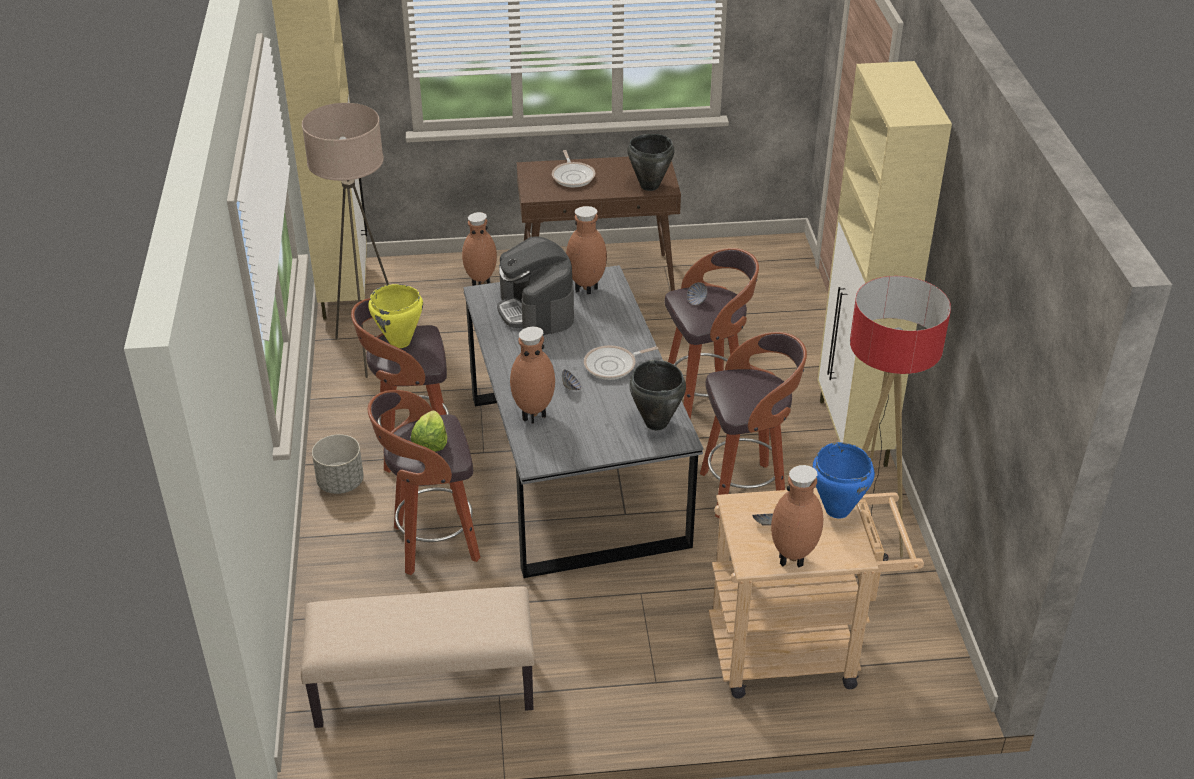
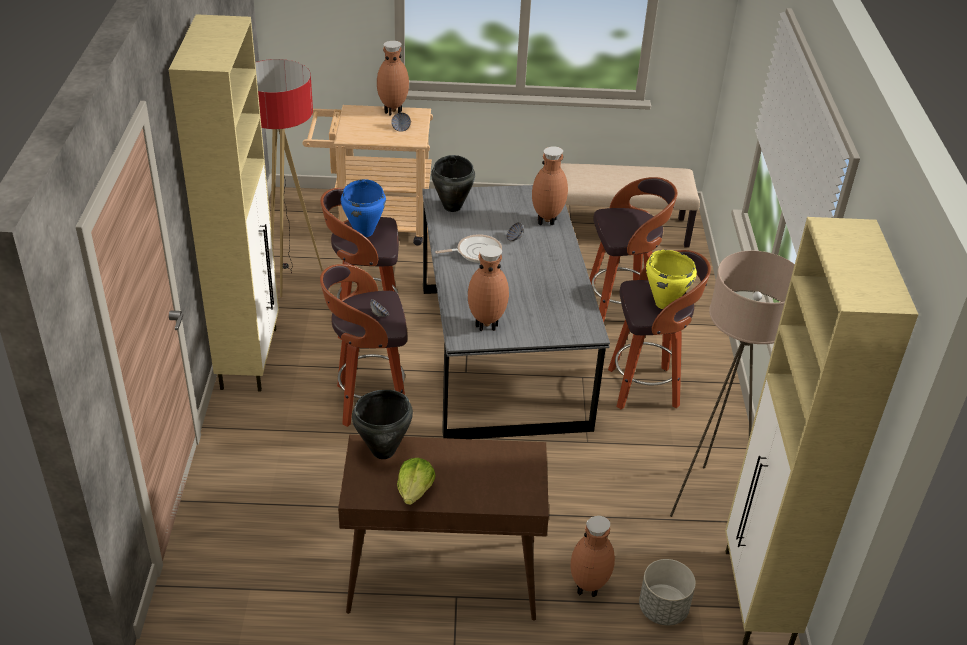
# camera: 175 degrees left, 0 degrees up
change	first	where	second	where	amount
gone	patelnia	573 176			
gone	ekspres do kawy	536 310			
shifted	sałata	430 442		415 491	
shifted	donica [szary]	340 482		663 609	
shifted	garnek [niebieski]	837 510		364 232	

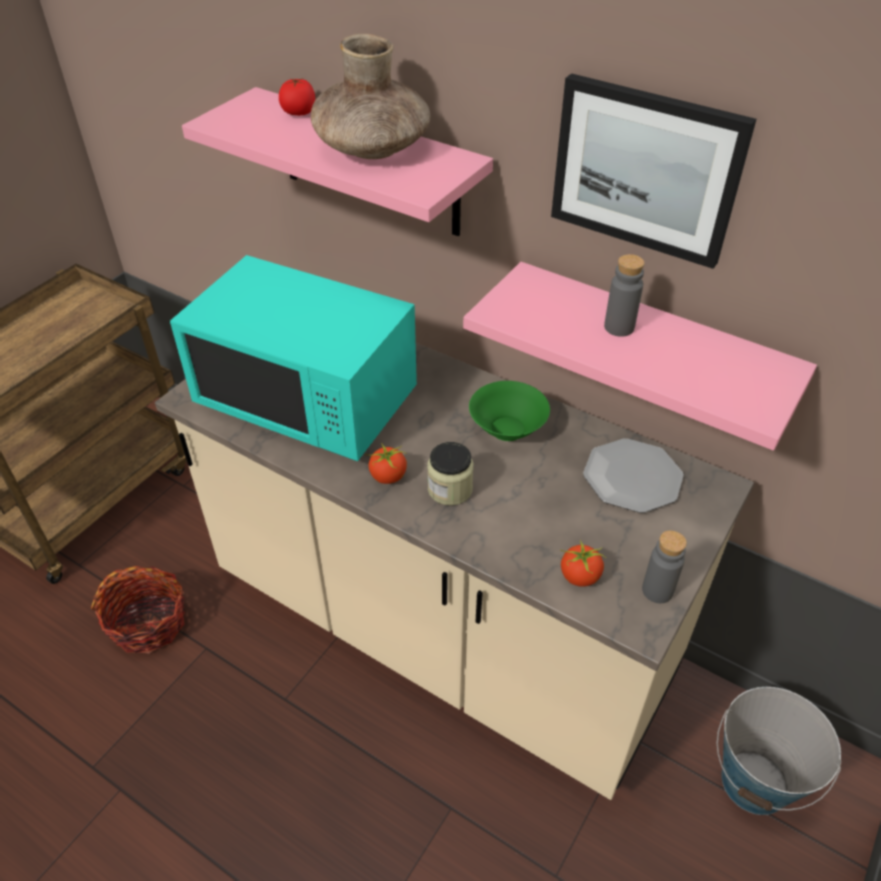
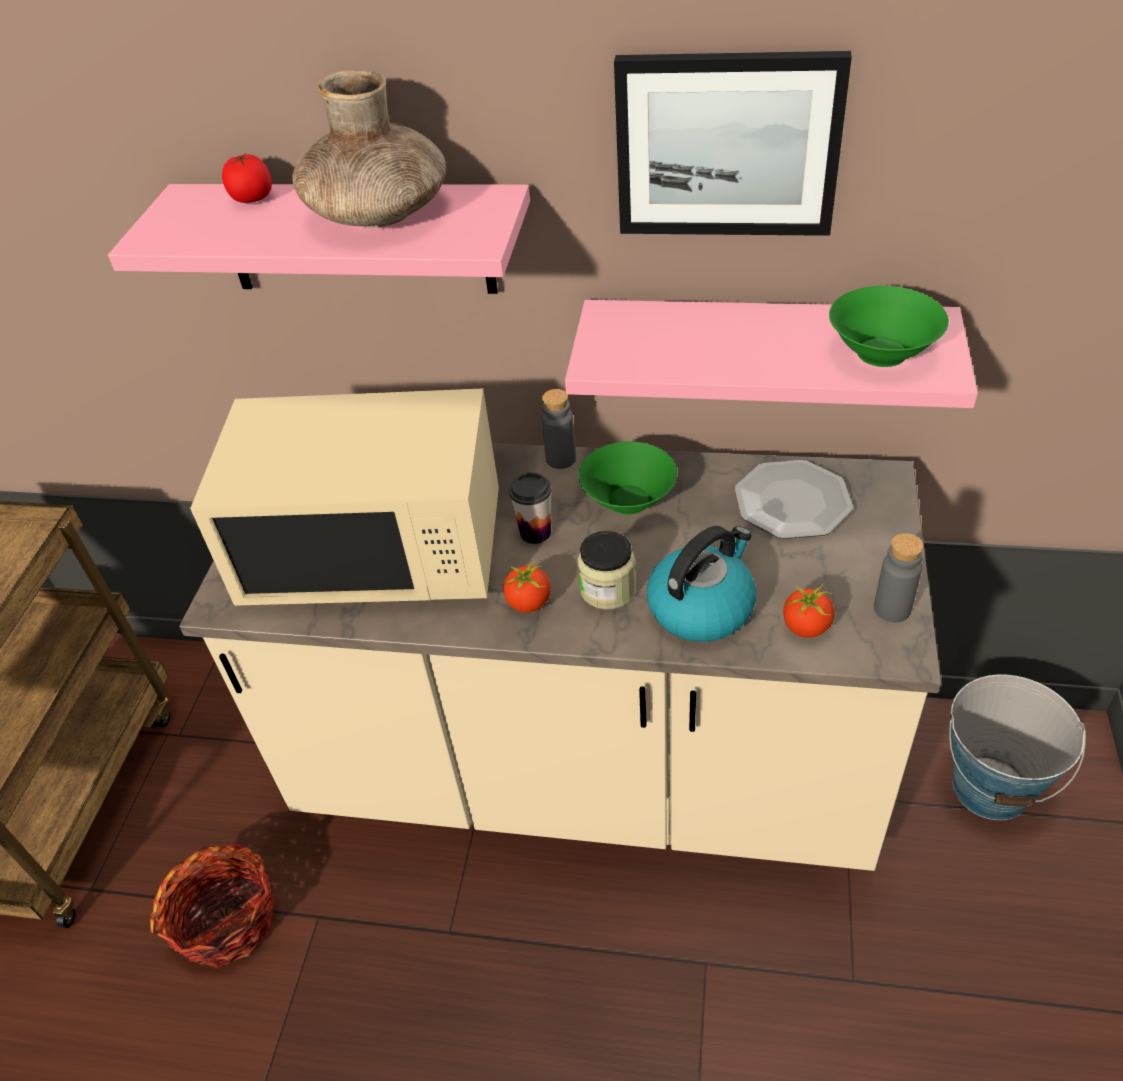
# camera: 20 degrees left, 0 degrees up
change	first	where	second	where	amount
shifted	butelka [szary]	619 327		561 459	
repainted	mikrofalówka [turkusowy]	308 400	mikrofalówka [beżowy]	376 552	
new			miska [zielony]	883 352	
new			filiżanka	535 532	
new			czajnik	701 607	

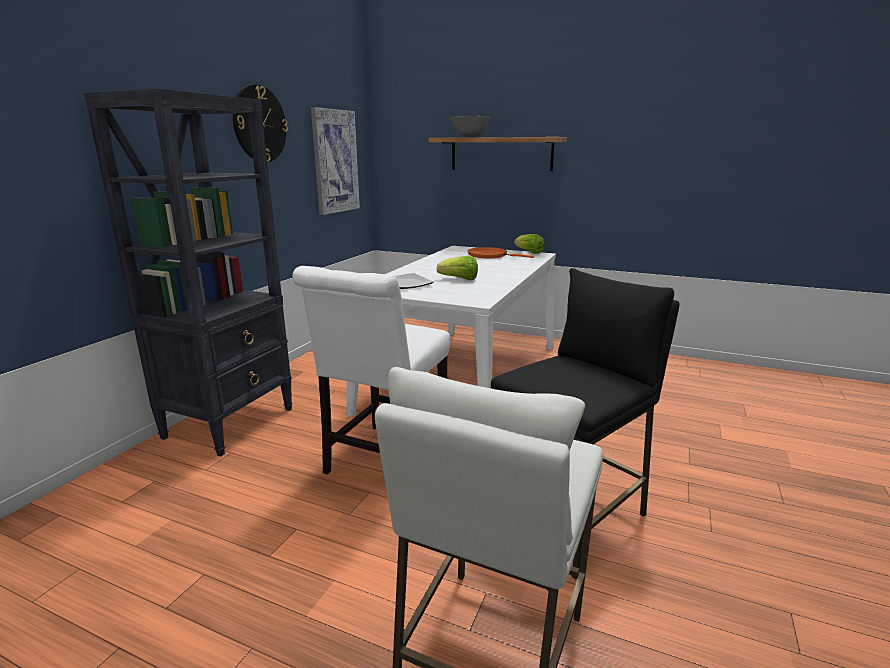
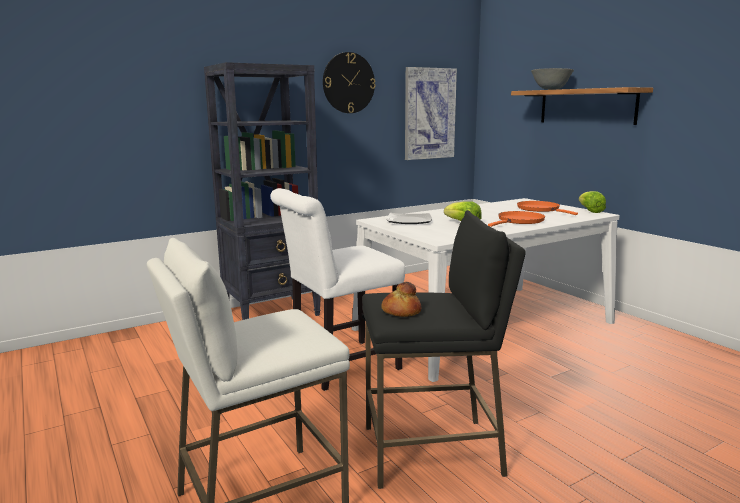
# camera: 35 degrees right, 5 degrees down
change	first	where	second	where	amount
new			patelnia [pomarańczowy]	519 221	
new			chleb	401 311	

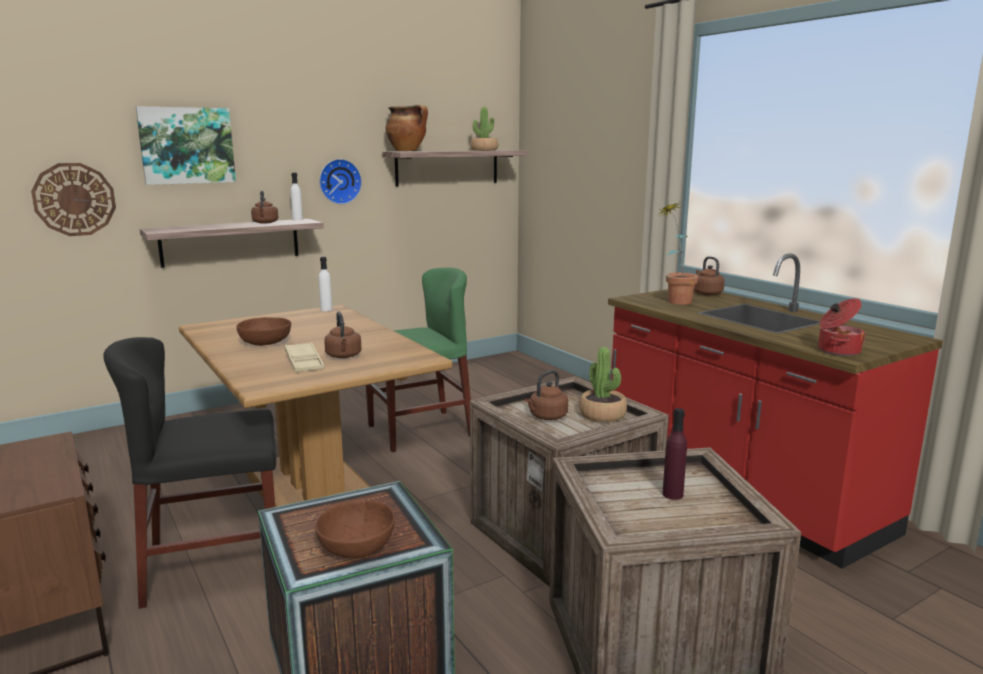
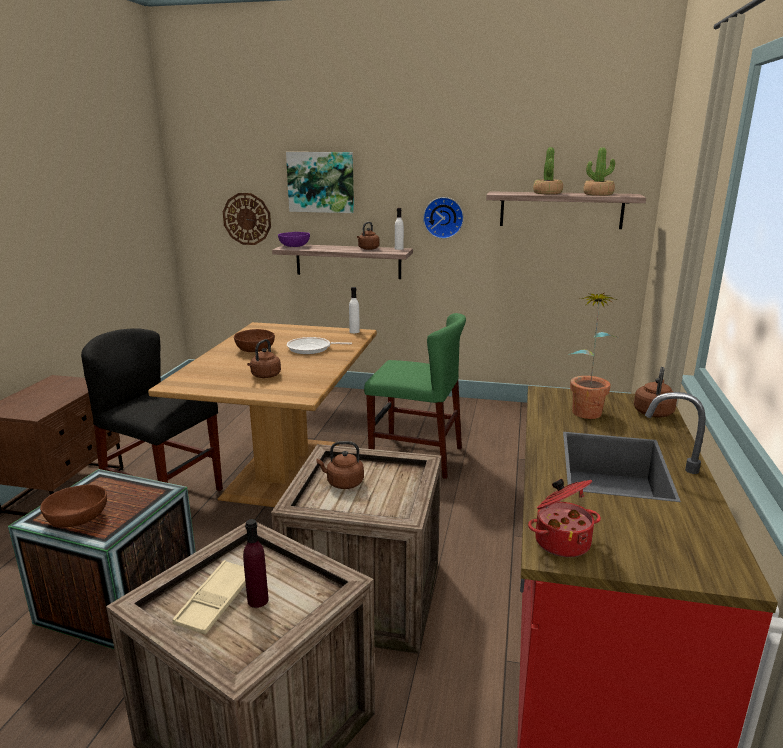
# camera: 45 degrees right, 5 degrees up
change	first	where	second	where	amount
gone	garnek	407 151			
shifted	taca [beżowy]	304 362		216 601	
shifted	roślina doniczkowa	602 415		547 193	
new			miska [fioletowy]	294 246	
new			patelnia	311 349	

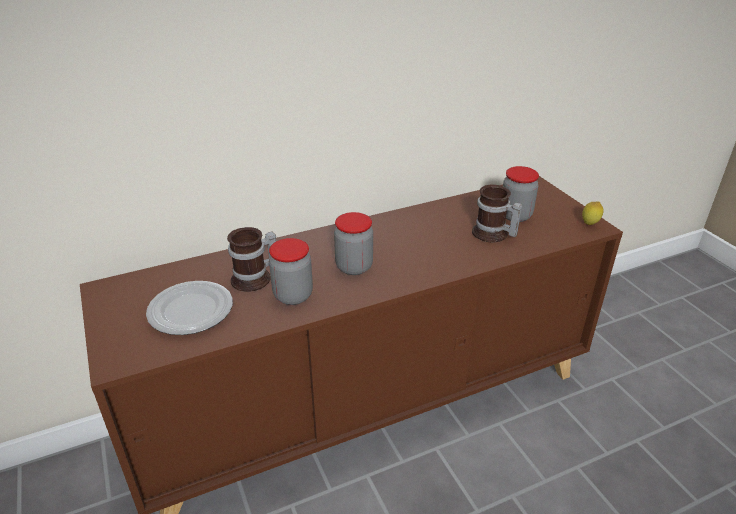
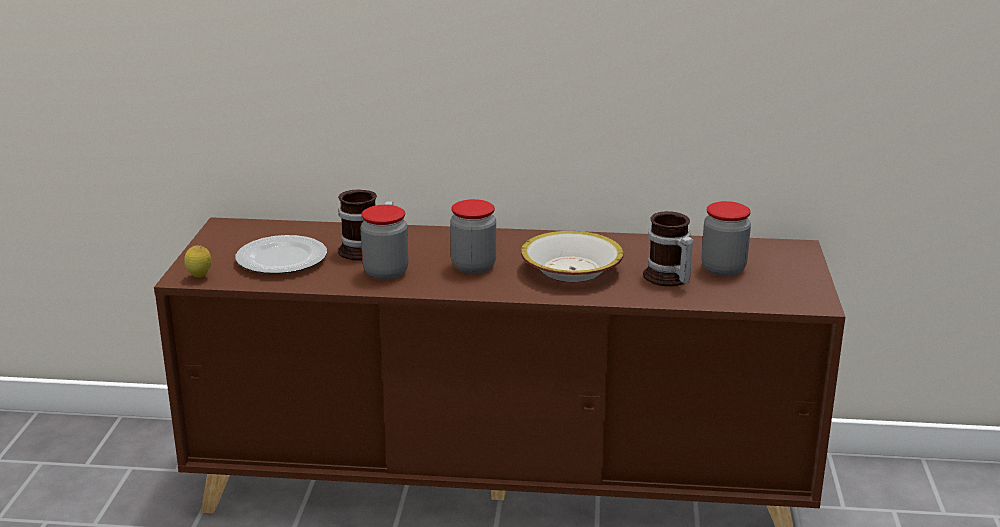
# camera: 30 degrees right, 10 degrees down
change	first	where	second	where	amount
shifted	cytryna	589 224		199 277	
new			miska	572 270	

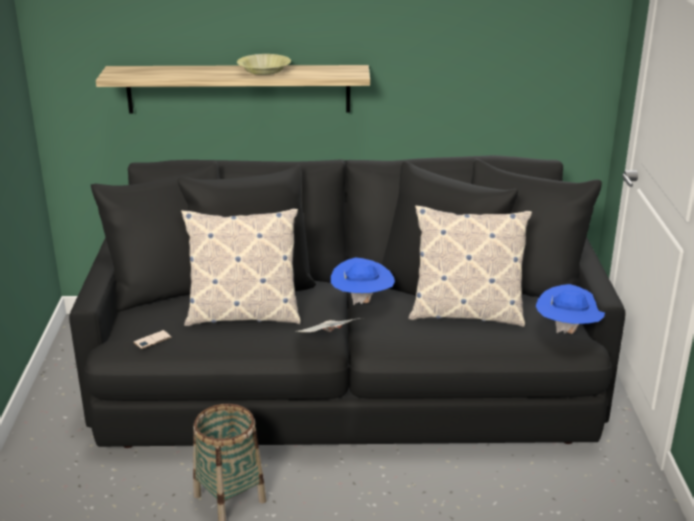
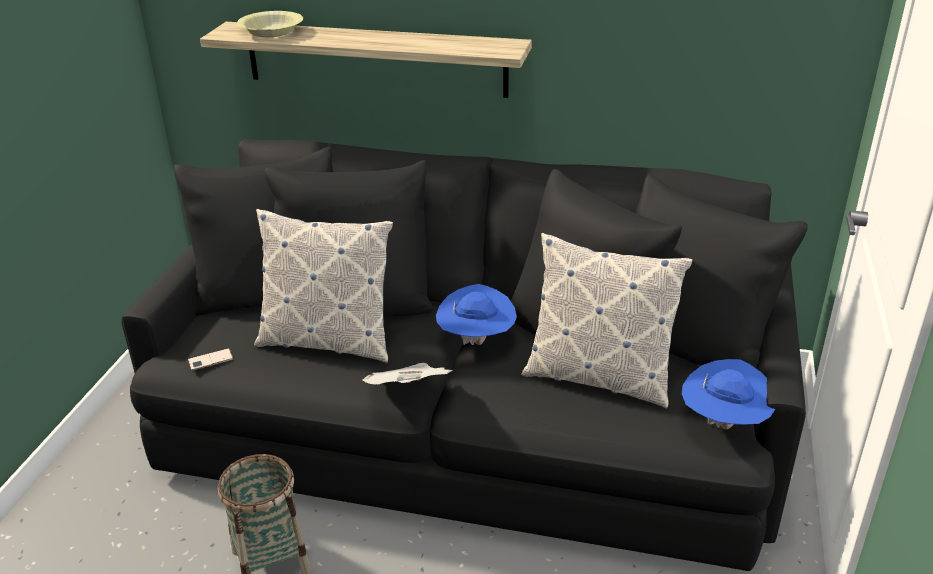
# camera: 15 degrees right, 5 degrees up
change	first	where	second	where	amount
shifted	miska [żółty]	264 71		272 32	

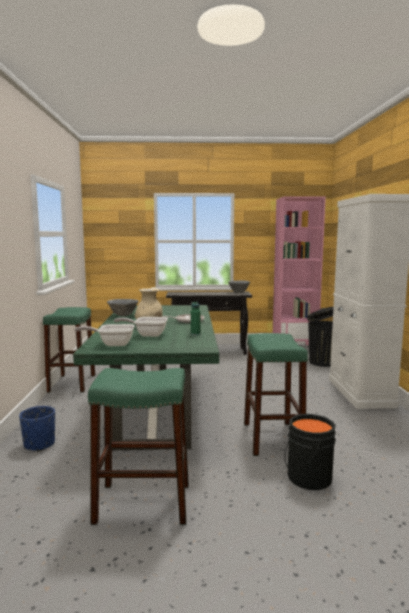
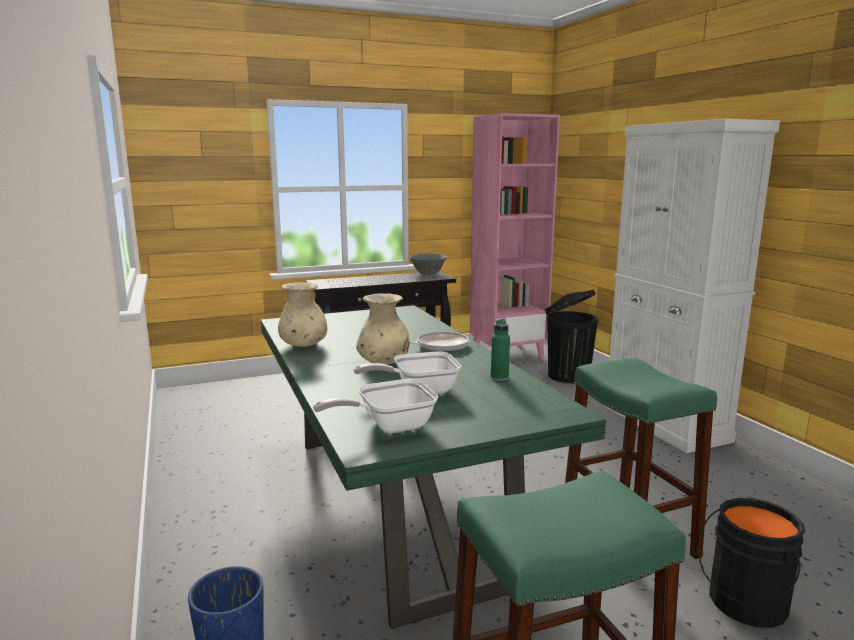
# camera: 20 degrees left, 5 degrees up
change	first	where	second	where	amount
swapped	miska [szary]	123 315	wazon [beżowy]	303 345	
gone	stołek [zielony]	72 383			

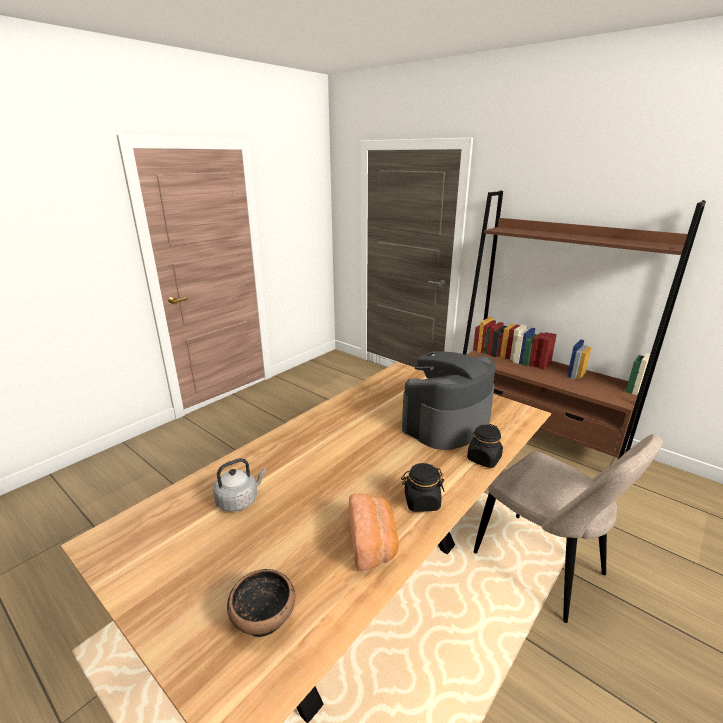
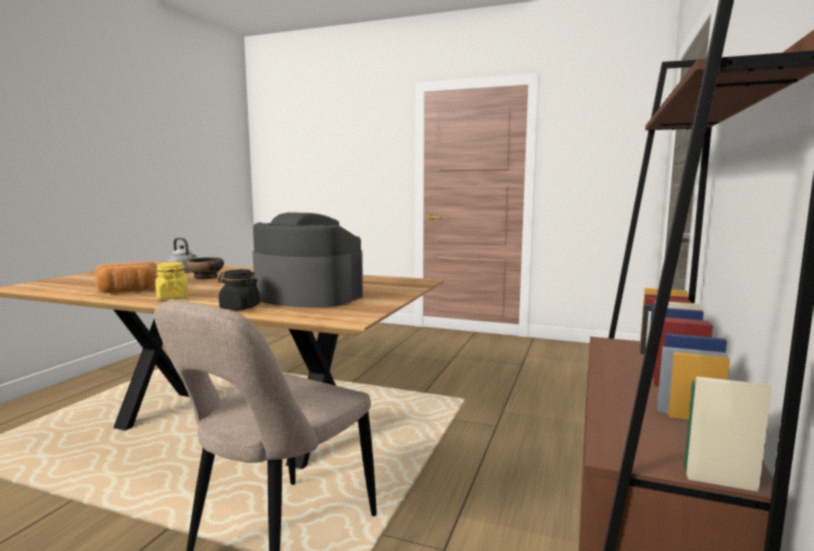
# camera: 70 degrees right, 15 degrees down
change	first	where	second	where	amount
repainted	słoik [czarny]	421 502	słoik [żółty]	172 297	
shifted	miska	264 617		206 277	

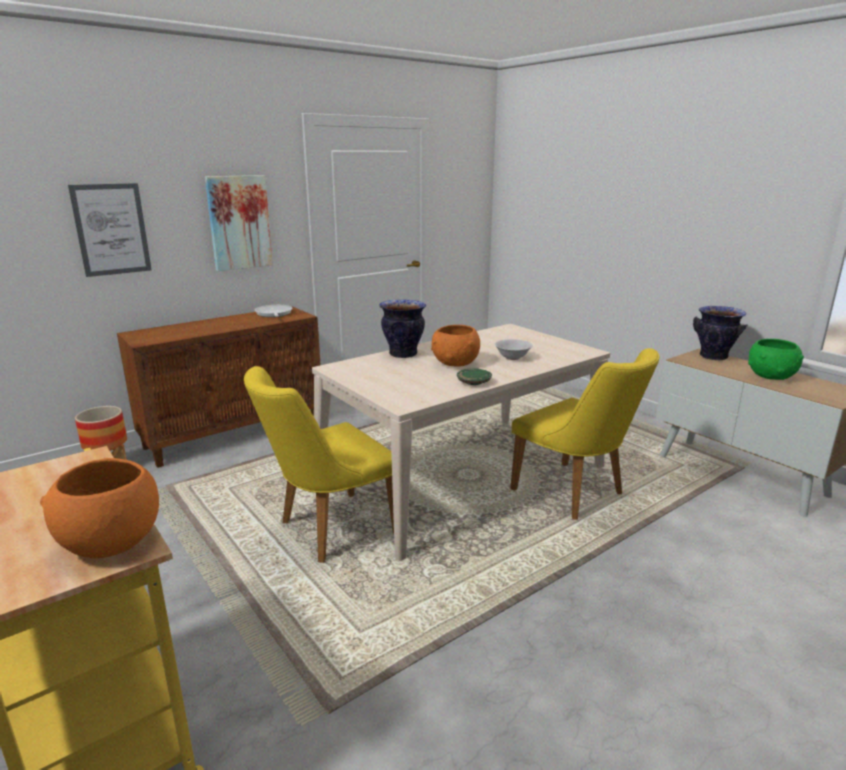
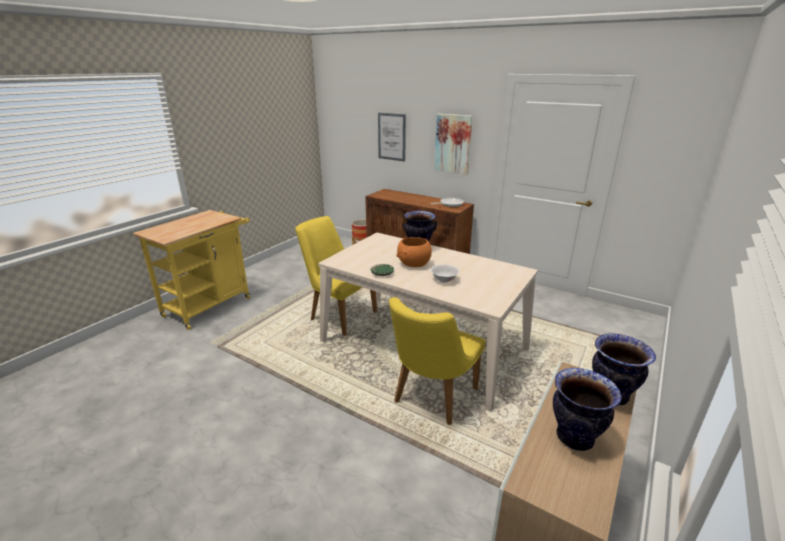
# camera: 70 degrees right, 5 degrees up
change	first	where	second	where	amount
swapped	miska [zielony]	771 377	wazon	575 438	
gone	miska [pomarańczowy]	109 541			

